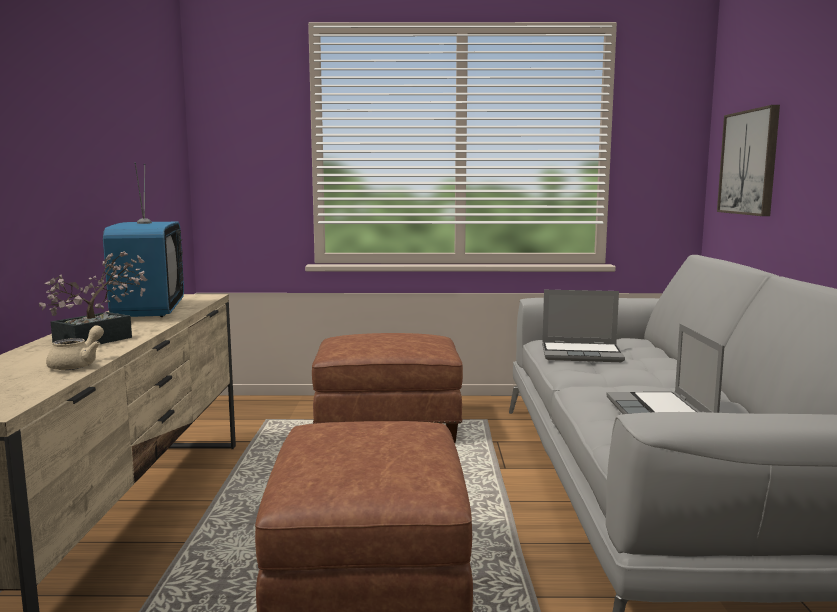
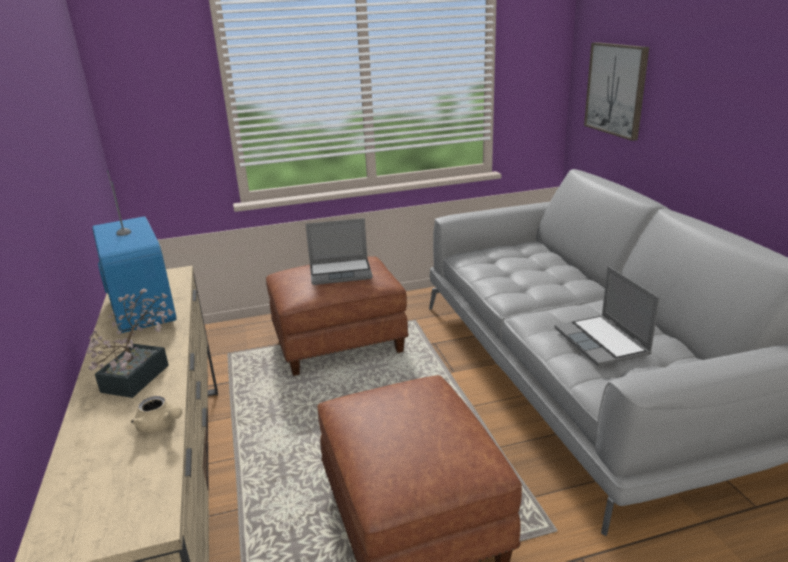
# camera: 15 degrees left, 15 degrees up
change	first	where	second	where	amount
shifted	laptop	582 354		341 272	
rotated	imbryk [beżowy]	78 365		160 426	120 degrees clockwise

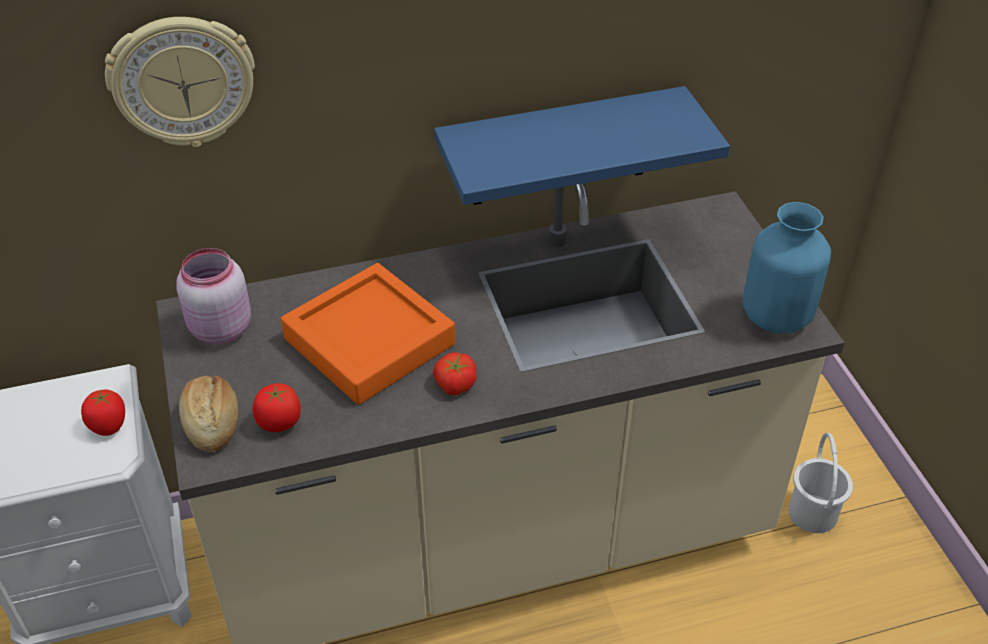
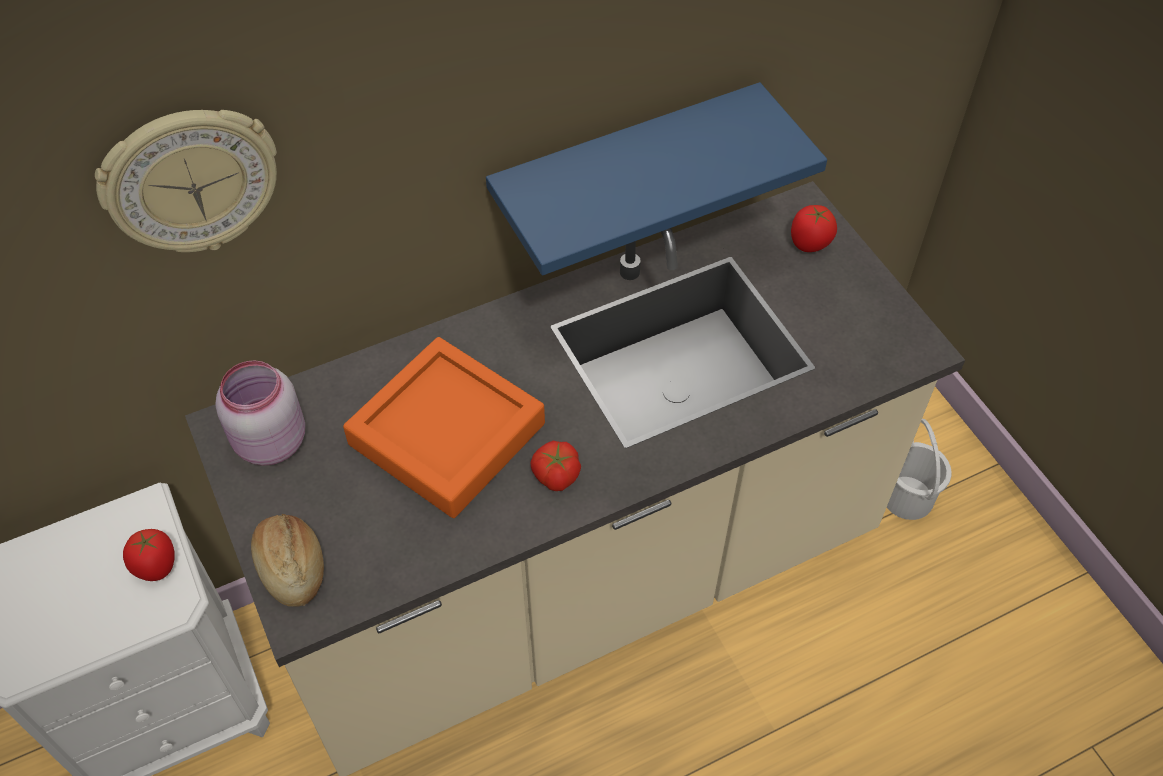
# camera: 10 degrees left, 10 degrees up
change	first	where	second	where	amount
gone	wazon [niebieski]	777 317			
shifted	pomidor	279 423		809 243	

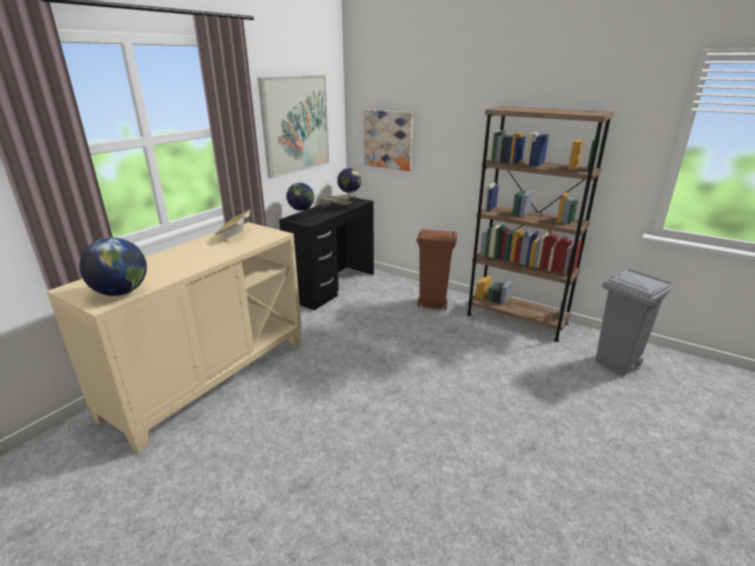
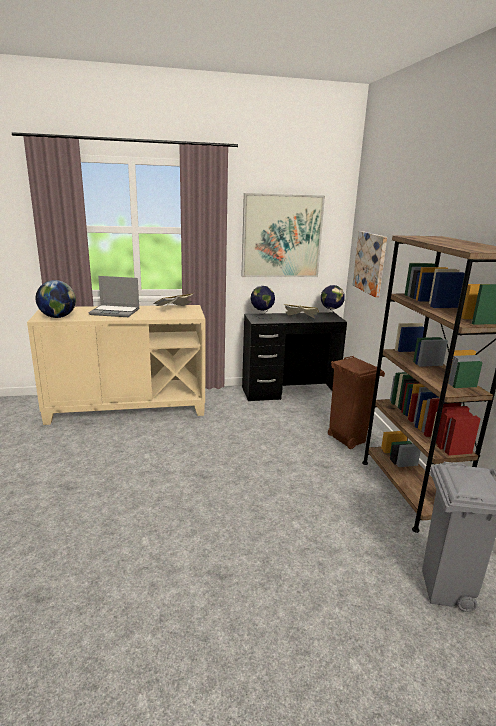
# camera: 45 degrees right, 5 degrees down
change	first	where	second	where	amount
new			laptop	115 312	

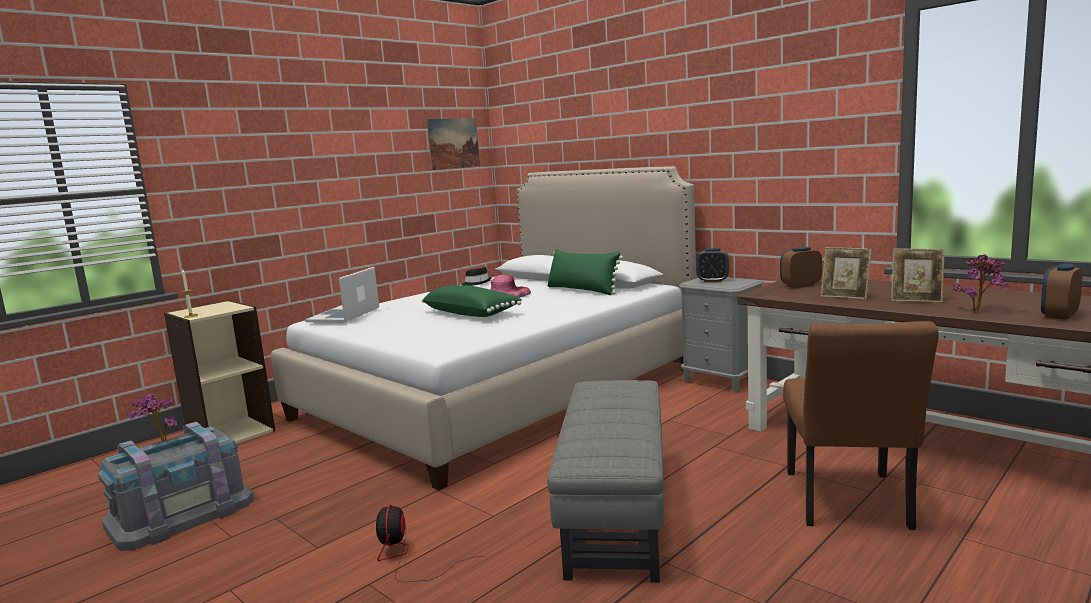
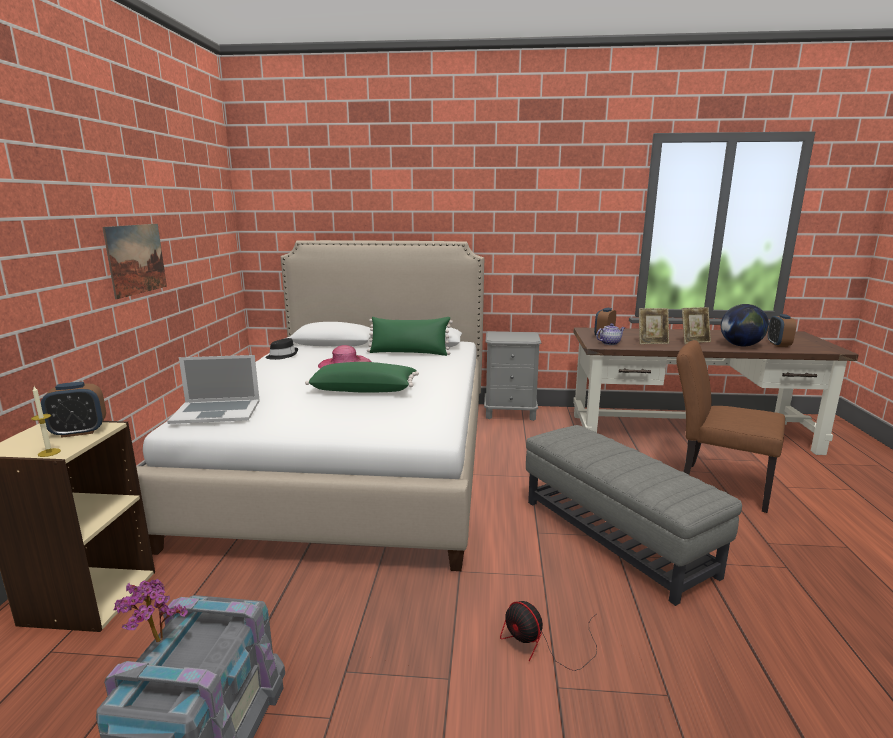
# camera: 40 degrees left, 5 degrees up
change	first	where	second	where	amount
shifted	obraz	453 143		136 259	
shifted	budzik	713 281		79 432	
swapped	roślina doniczkowa	980 310	globus	741 345	
rotated	laptop	344 314		216 411	75 degrees counterclockwise
rotated	krzesło [brązowy]	849 505		716 484	150 degrees clockwise
new			imbryk	610 343	

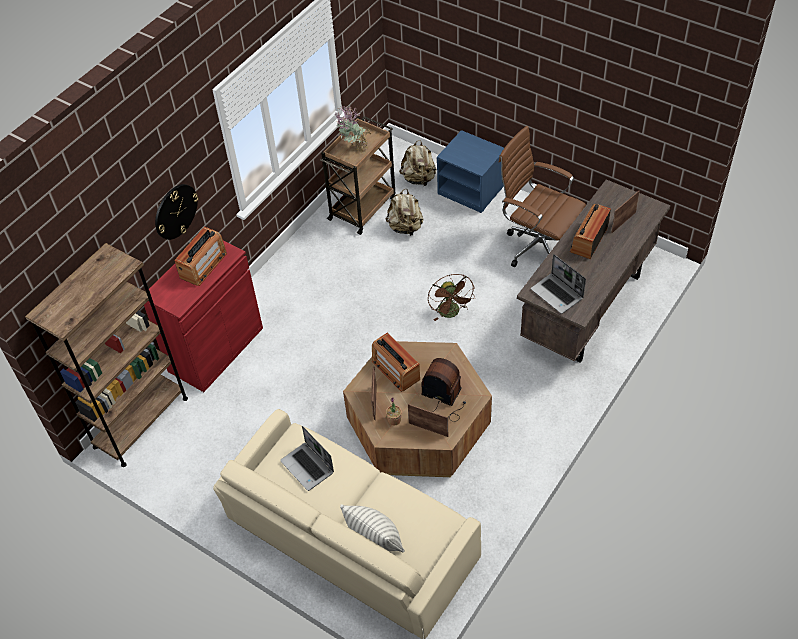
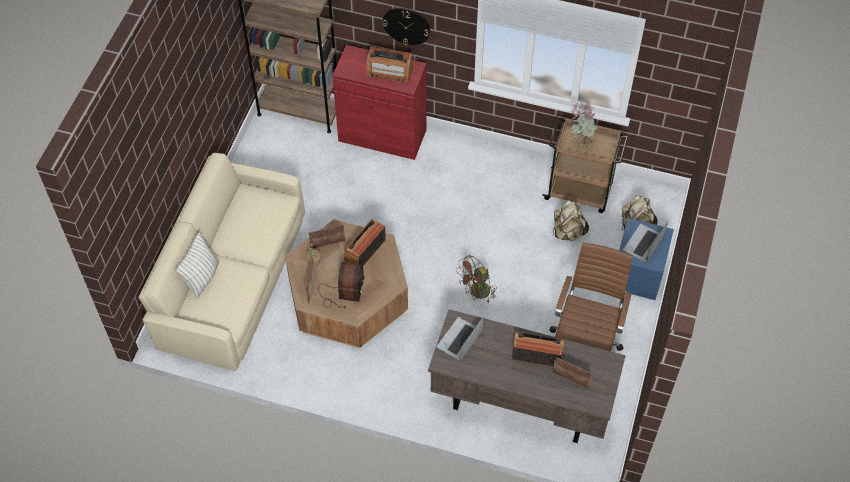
# camera: 70 degrees right, 5 degrees up
change	first	where	second	where	amount
shifted	laptop	308 467		643 244	

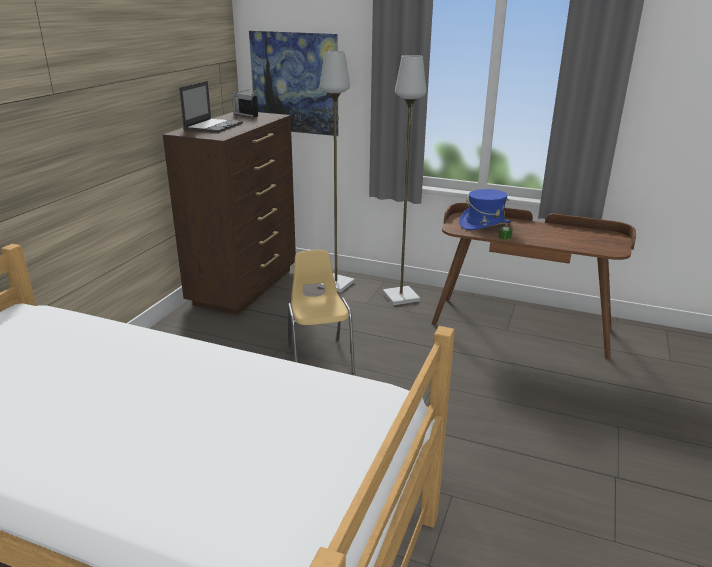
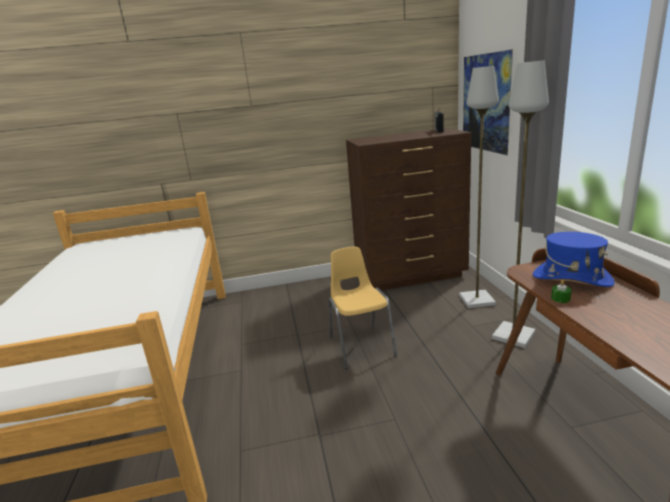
# camera: 60 degrees right, 5 degrees down
change	first	where	second	where	amount
gone	laptop	214 126			
rotated	krzesło [żółty]	319 359		361 346	60 degrees counterclockwise

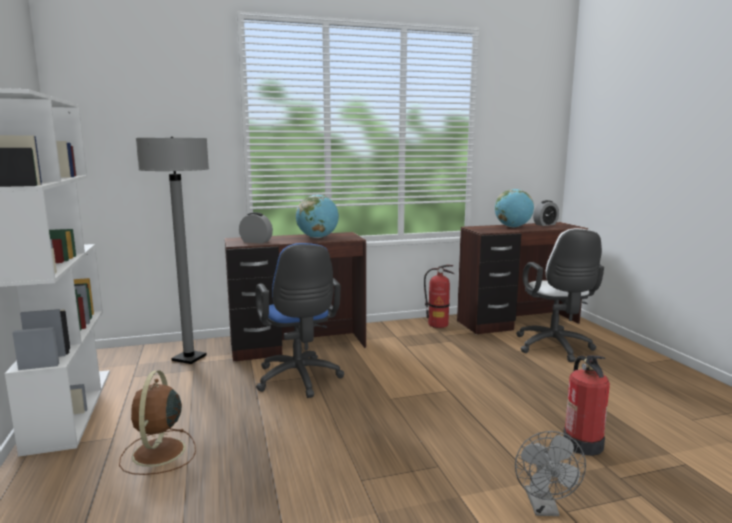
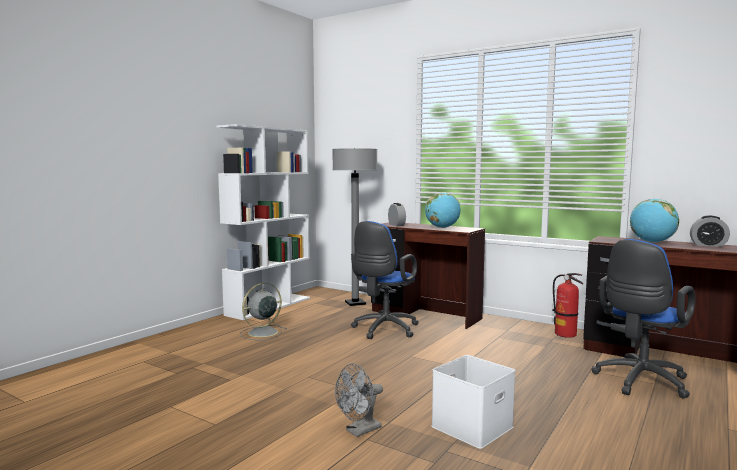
# camera: 50 degrees right, 5 degrees down
change	first	where	second	where	amount
repainted	krzesło biurowe [biały]	555 348	krzesło biurowe [niebieski]	639 382	
swapped	gaśnica	582 444	pojemnik do przechowywania [biały]	472 427	
repainted	wentylator [brązowy]	158 453	wentylator [szary]	261 333	

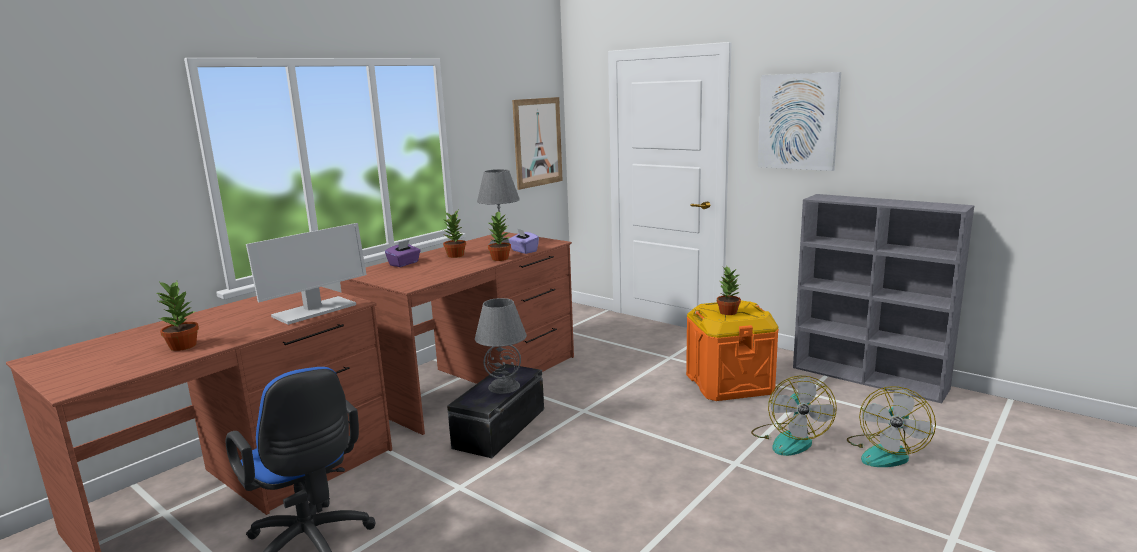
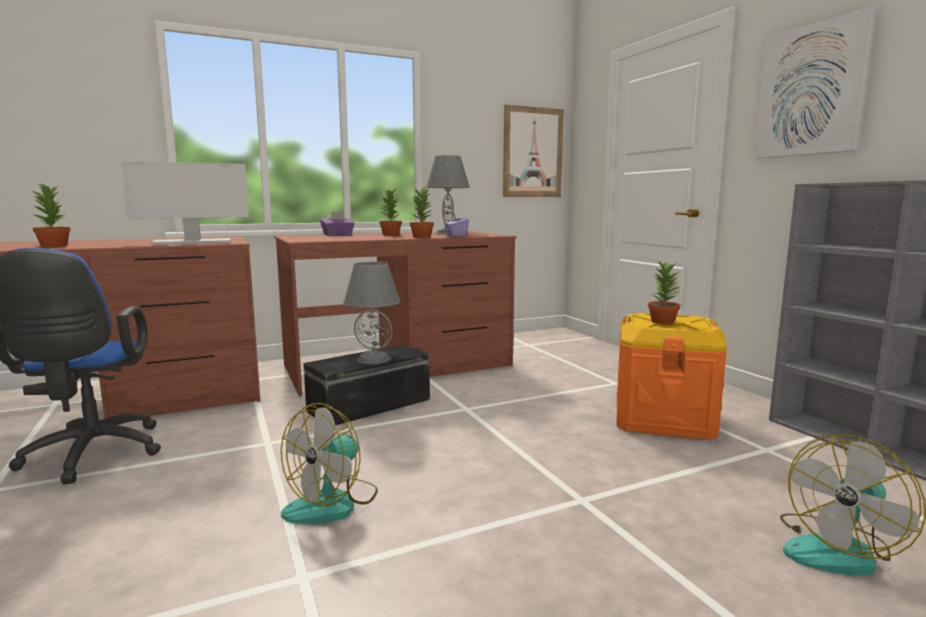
# camera: 25 degrees right, 5 degrees down
change	first	where	second	where	amount
shifted	wentylator	789 439		333 503	

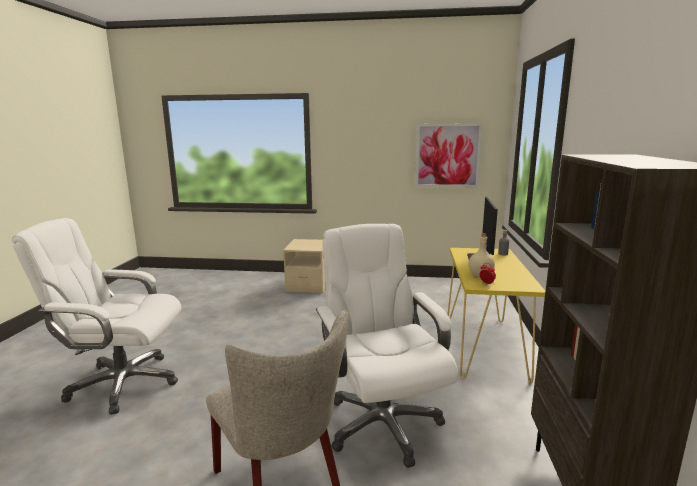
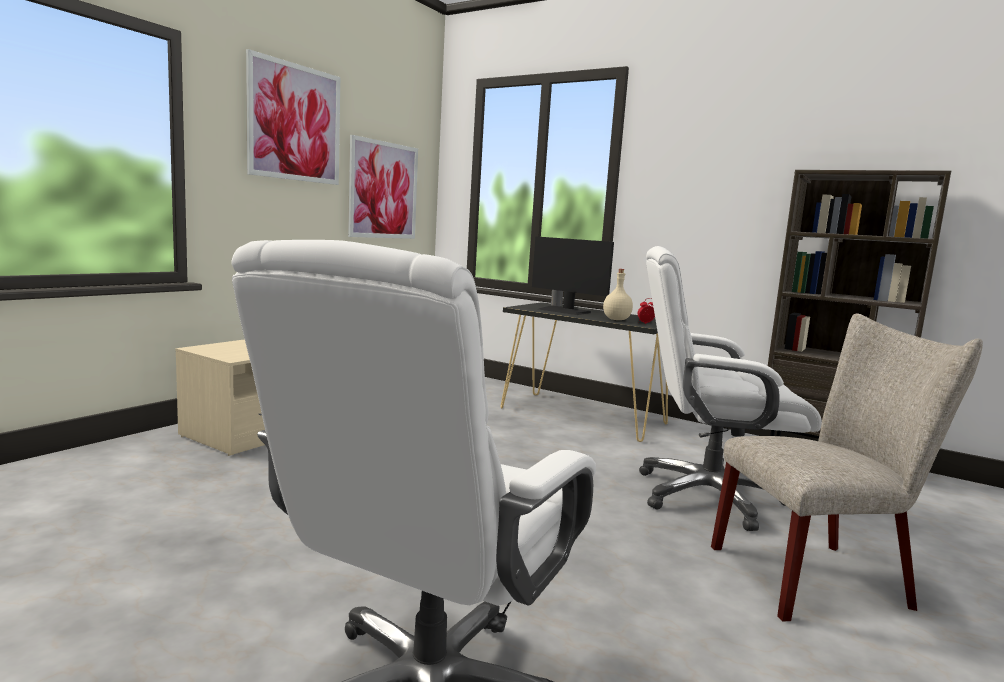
# camera: 65 degrees left, 5 degrees down
change	first	where	second	where	amount
repainted	stolik konsolowy [żółty]	484 347	stolik konsolowy [czarny]	583 416	
new			obraz	295 123	

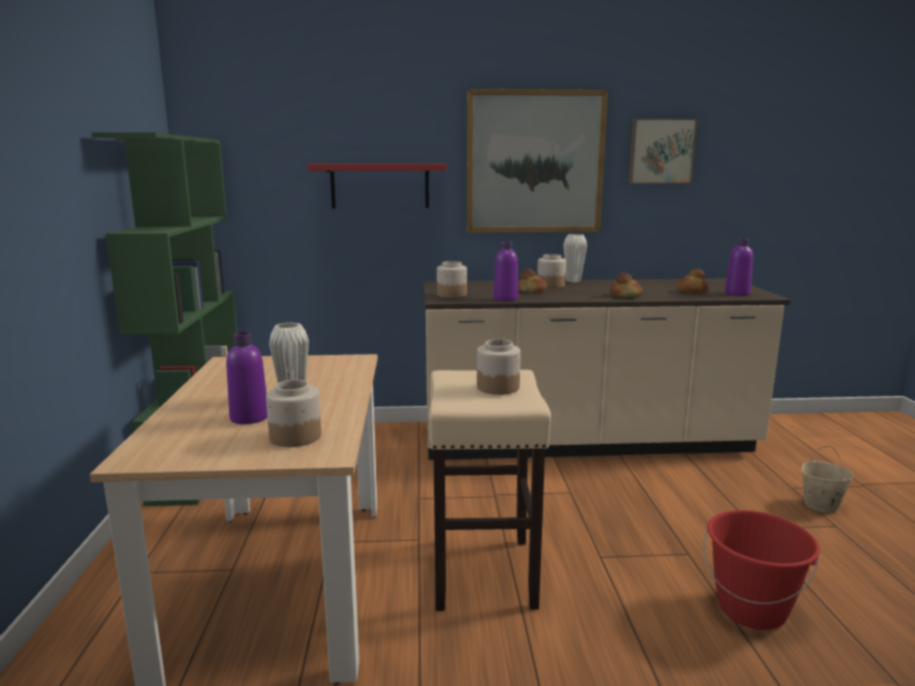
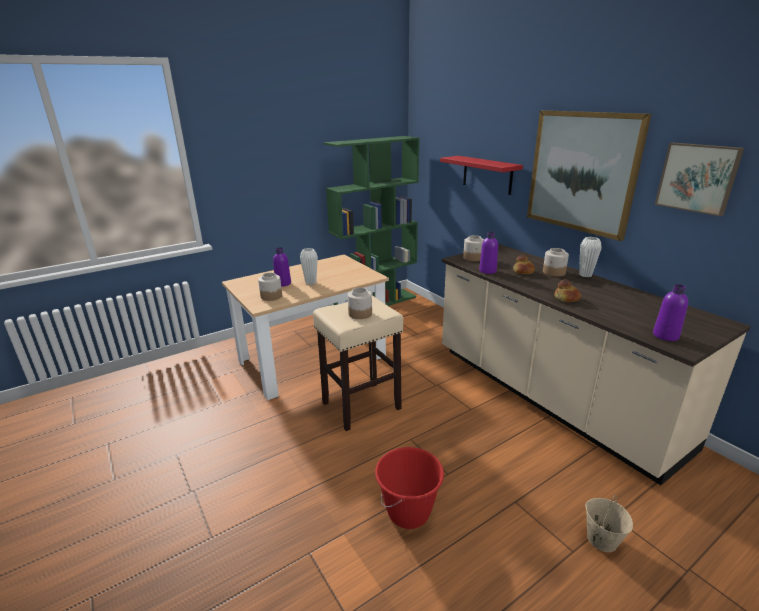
# camera: 60 degrees right, 10 degrees up
change	first	where	second	where	amount
gone	chleb	691 291			

